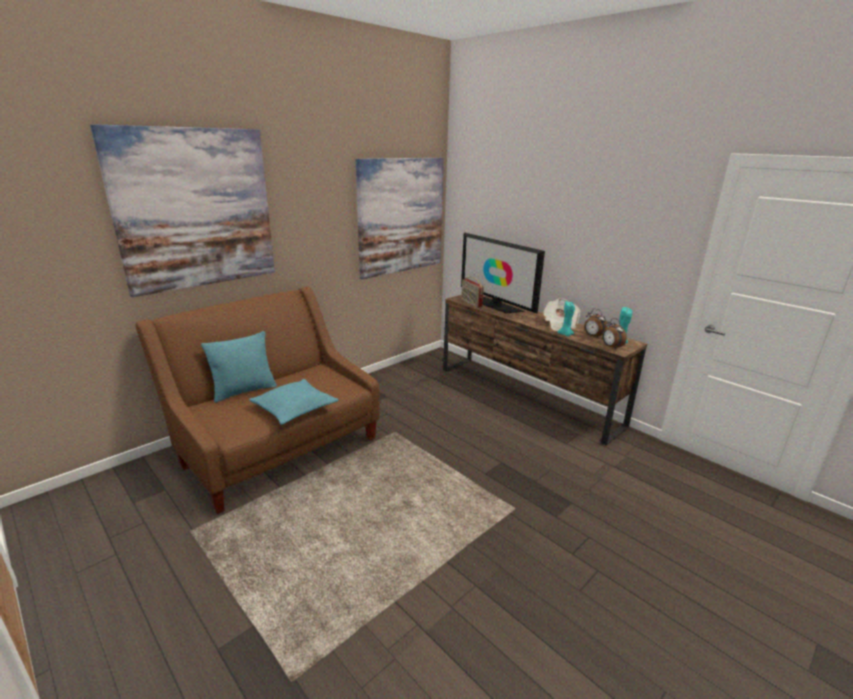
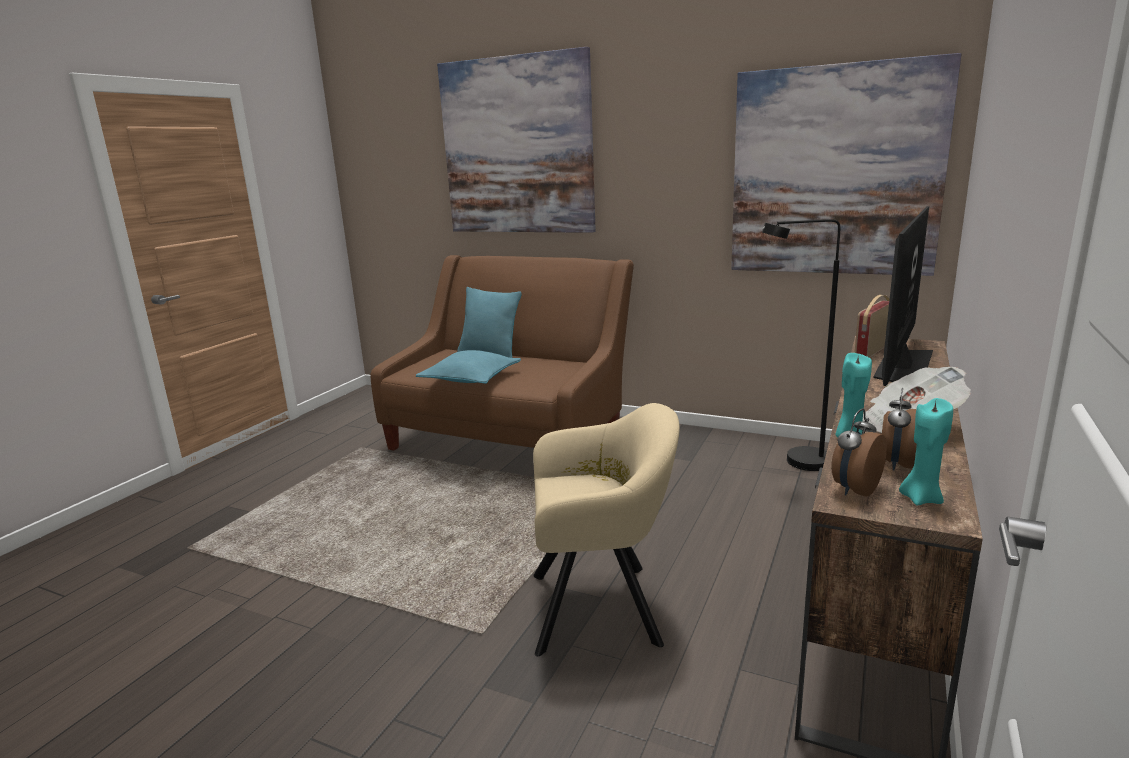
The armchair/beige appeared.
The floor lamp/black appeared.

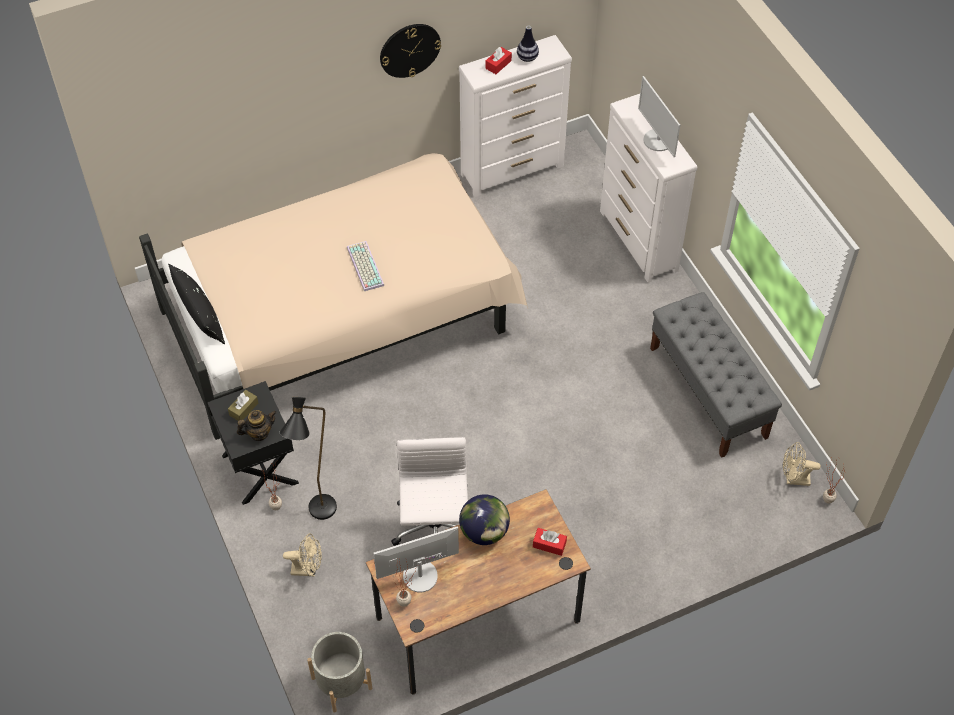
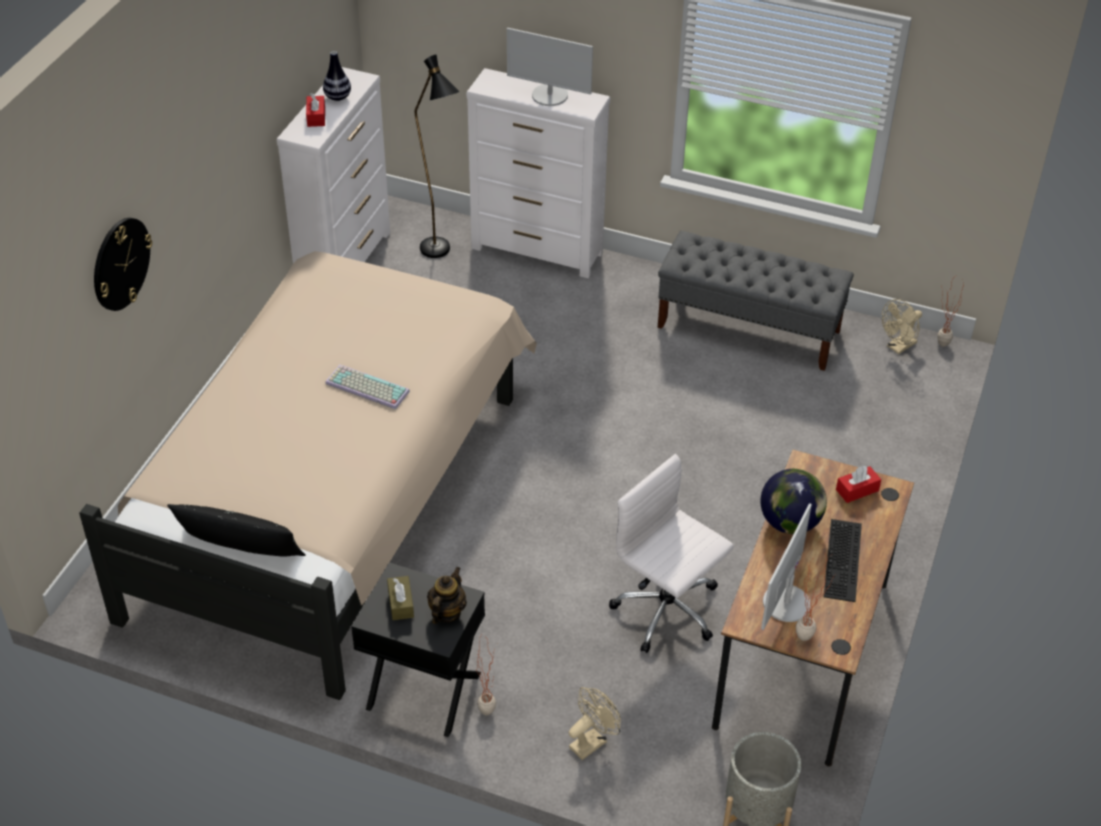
The keyboard (2nd from left) appeared.
The floor lamp/black moved.
The wall clock moved.

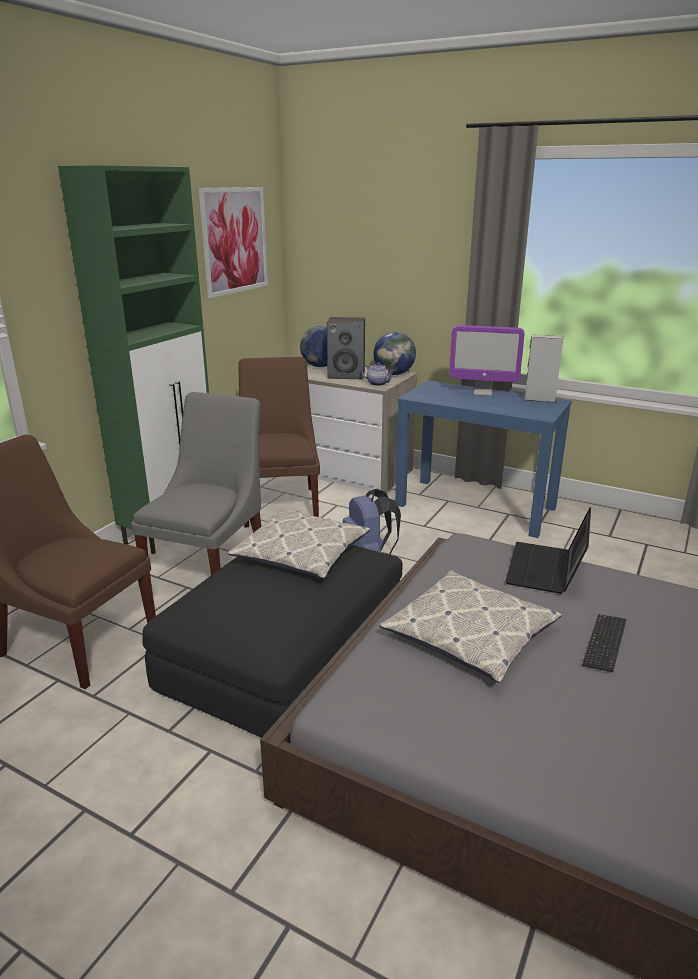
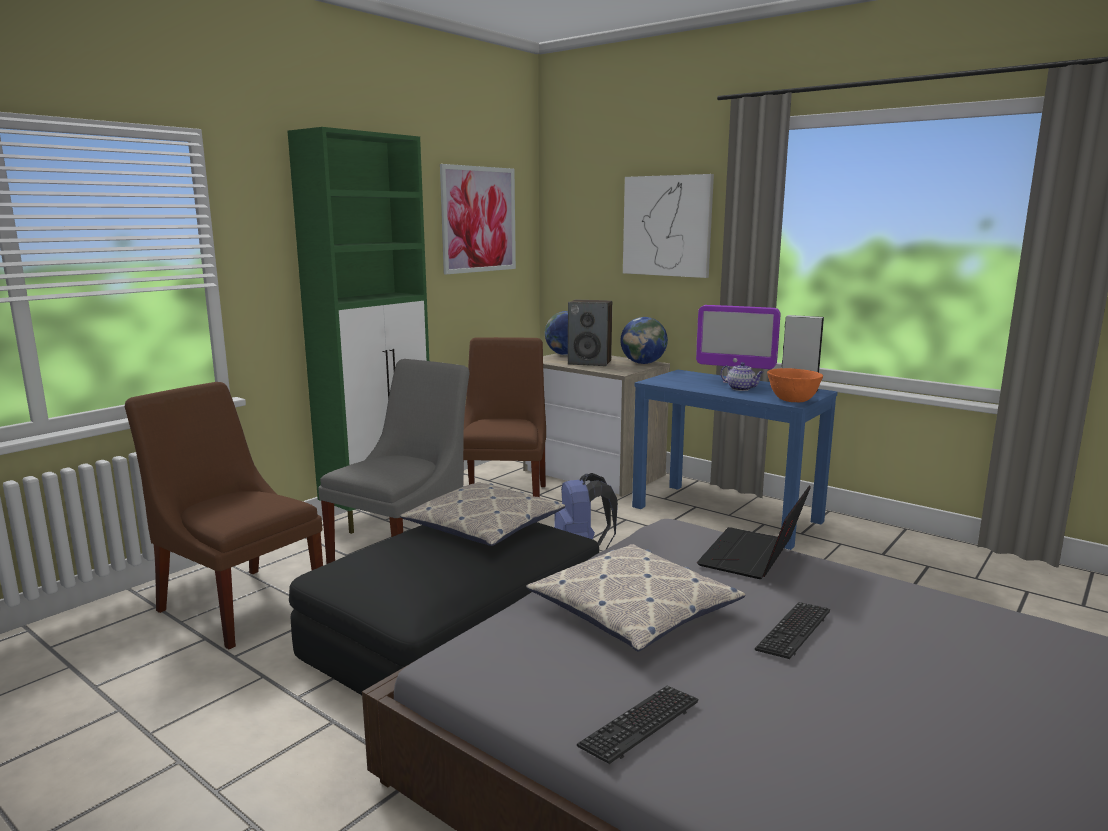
The keyboard (1st from left) appeared.
The picture (2nd from left) appeared.
The bowl/orange appeared.
The teapot moved.

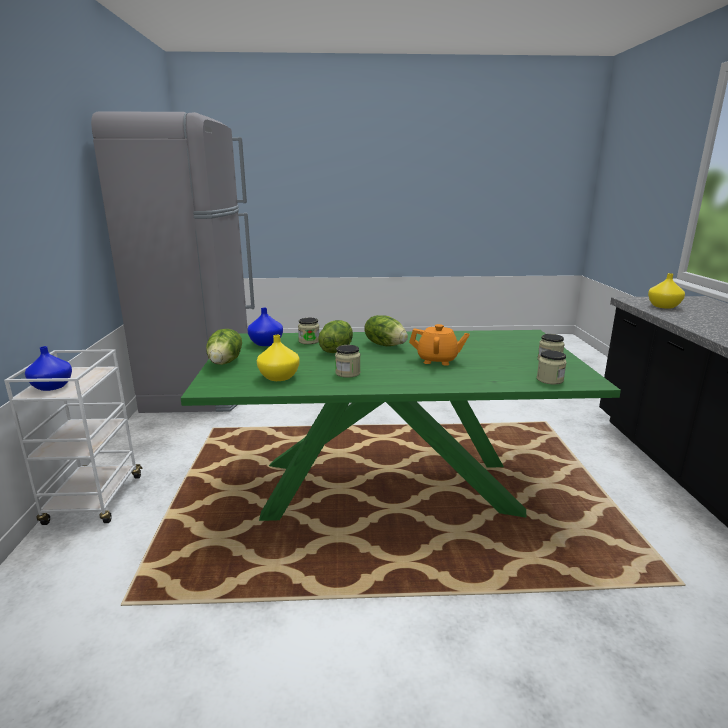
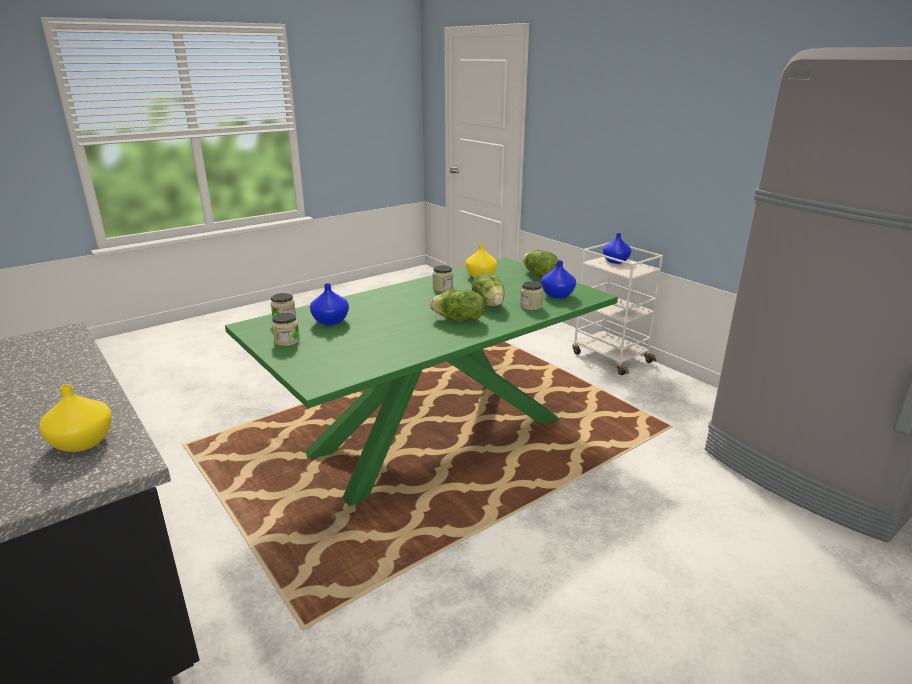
The teapot/orange disappeared.
The vase/blue (1st from left) appeared.

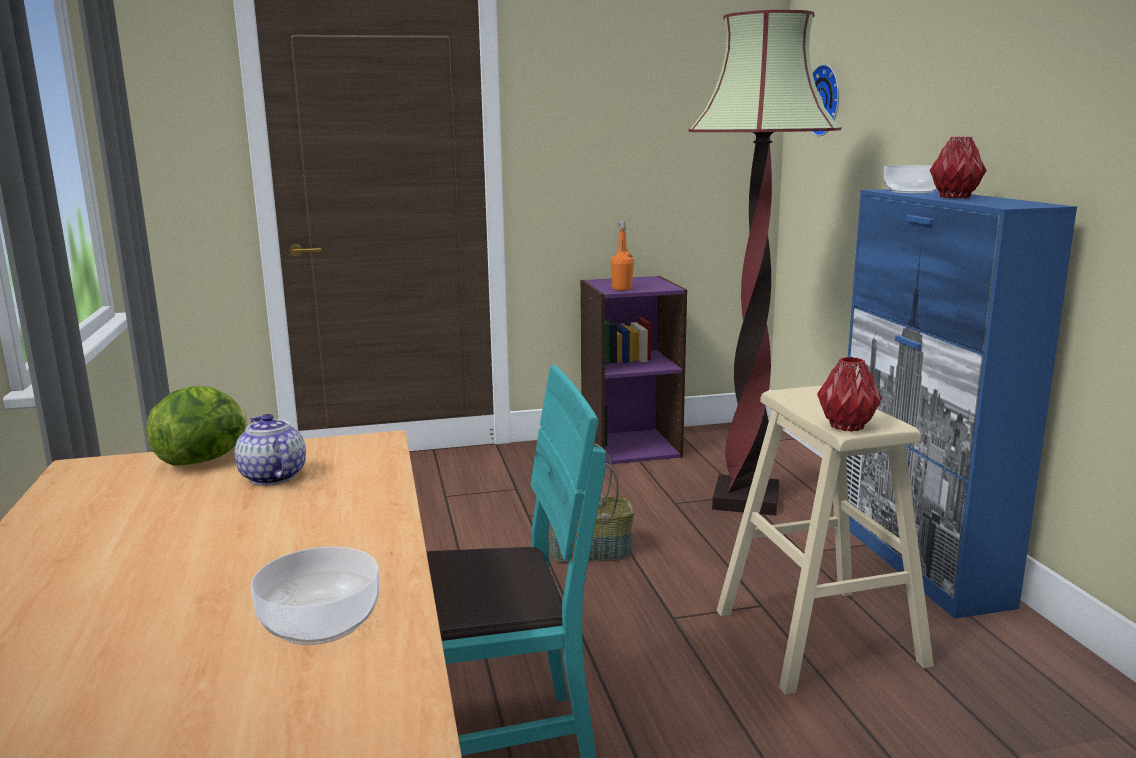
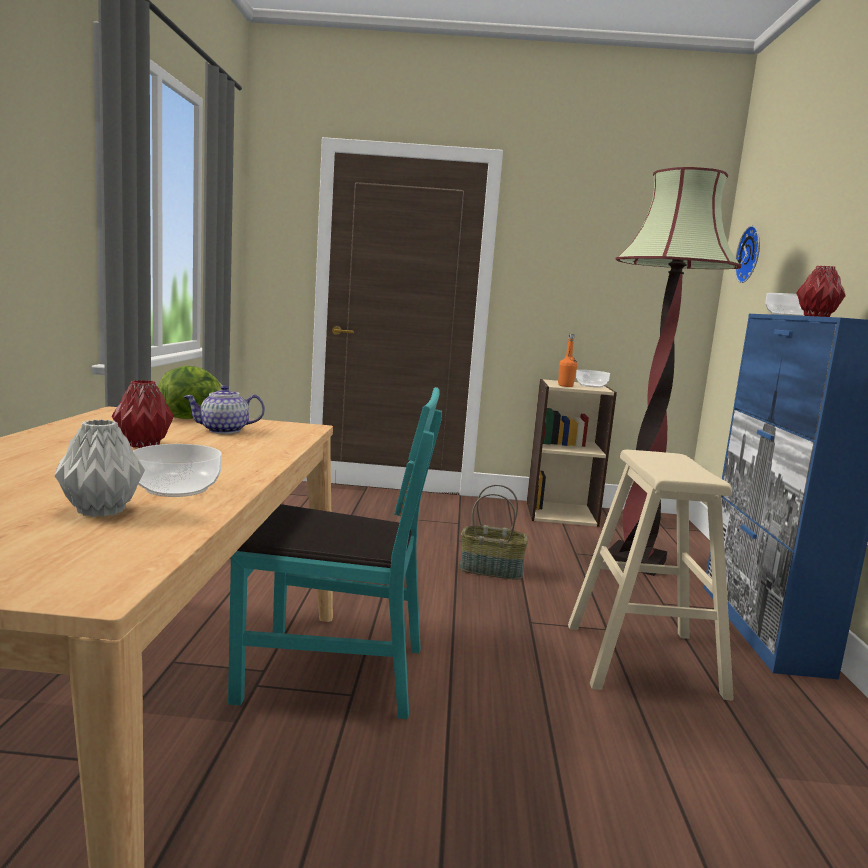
The vase/grey appeared.
The bowl (2nd from left) appeared.
The vase/red (1st from left) moved.
The bookcase/purple became the bookcase/beige.
The teapot turned 90 degrees counterclockwise.

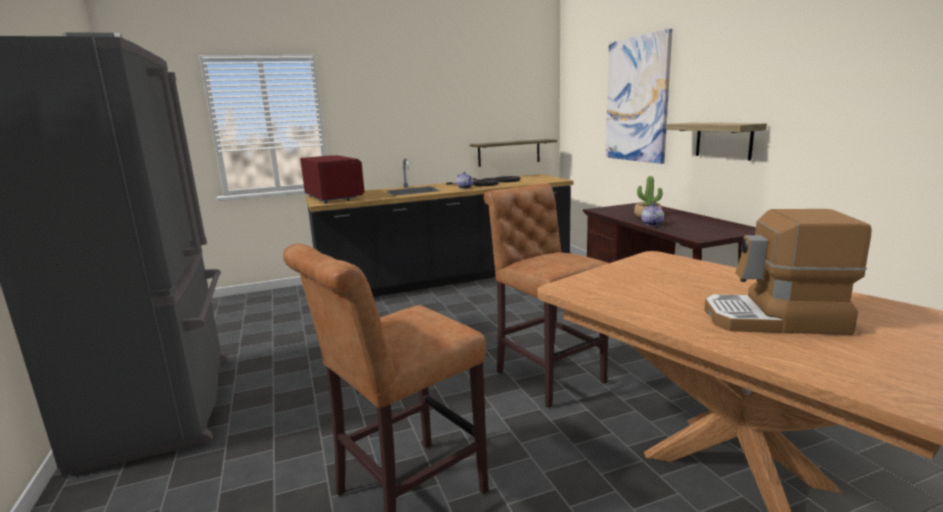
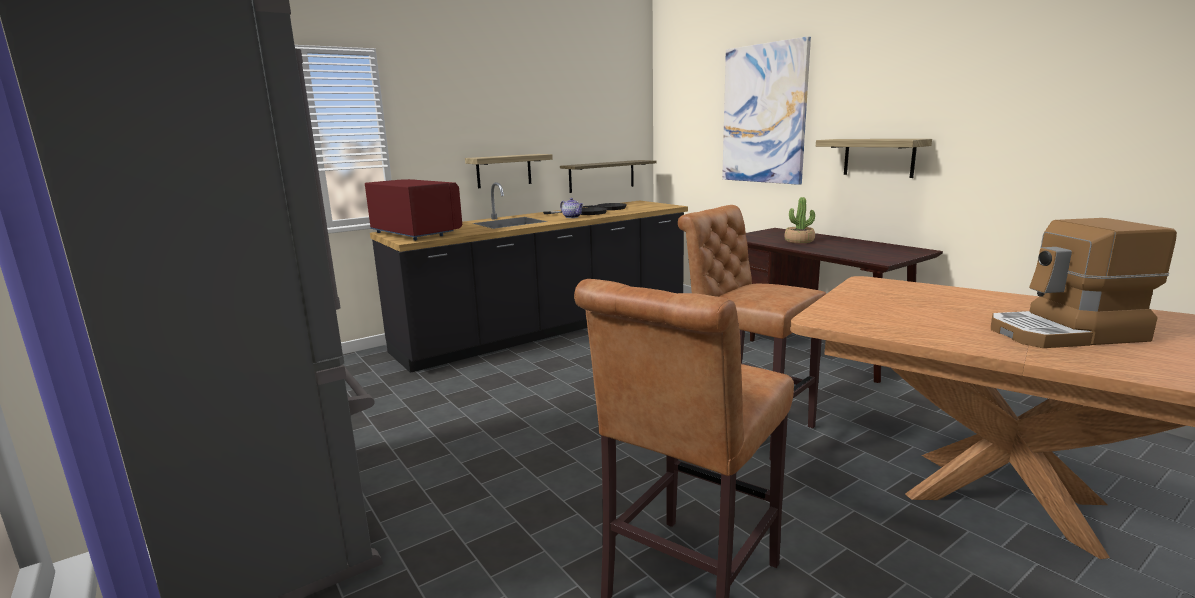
The teapot (2nd from left) disappeared.
The shelf (1st from left) appeared.

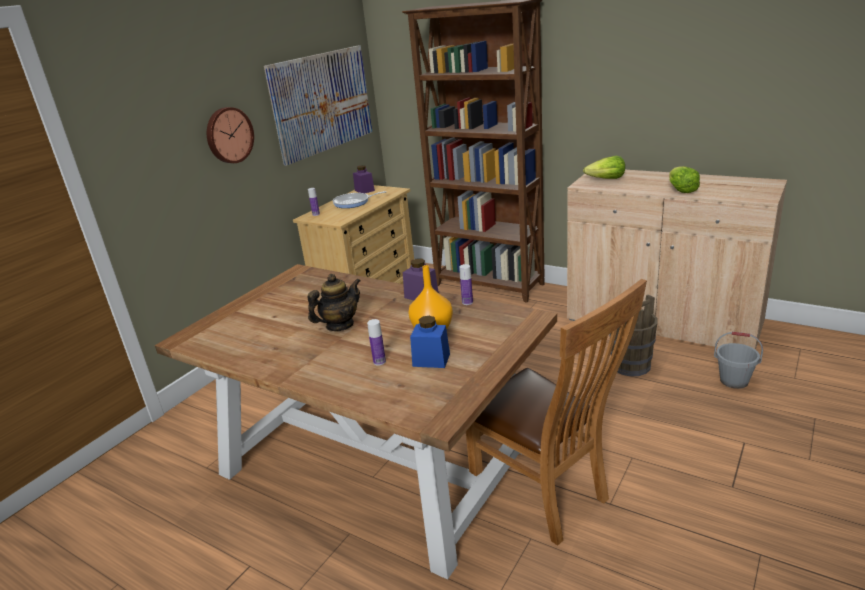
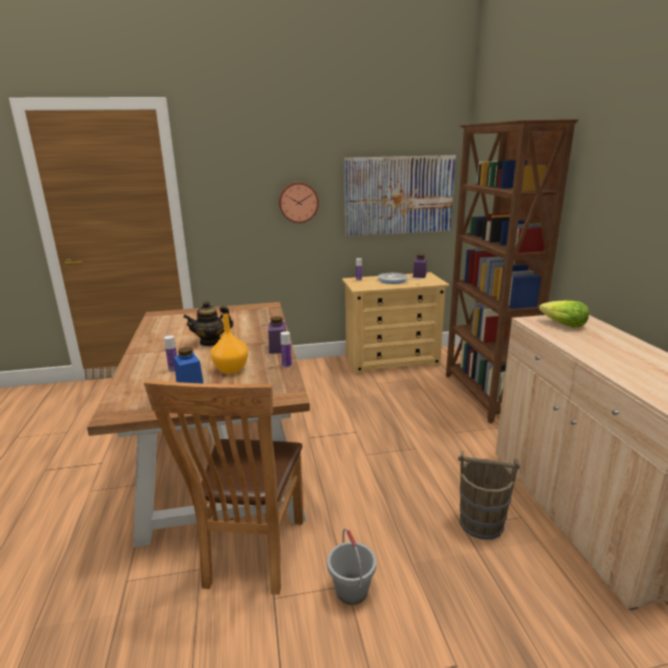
The lettuce (2nd from left) disappeared.
The bucket/grey moved.
The teapot turned 150 degrees clockwise.

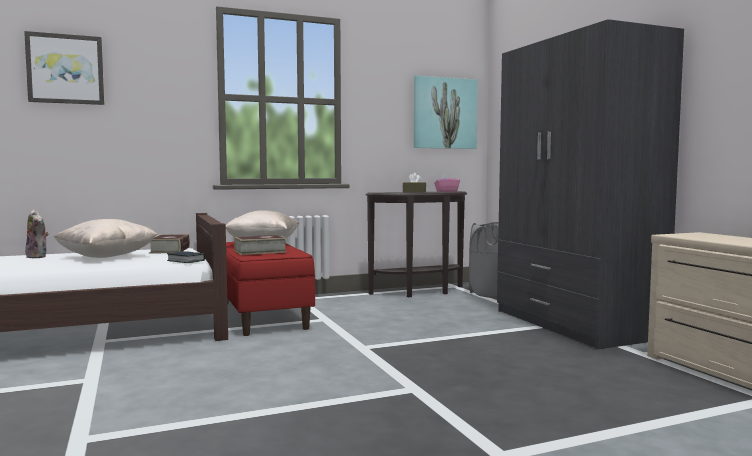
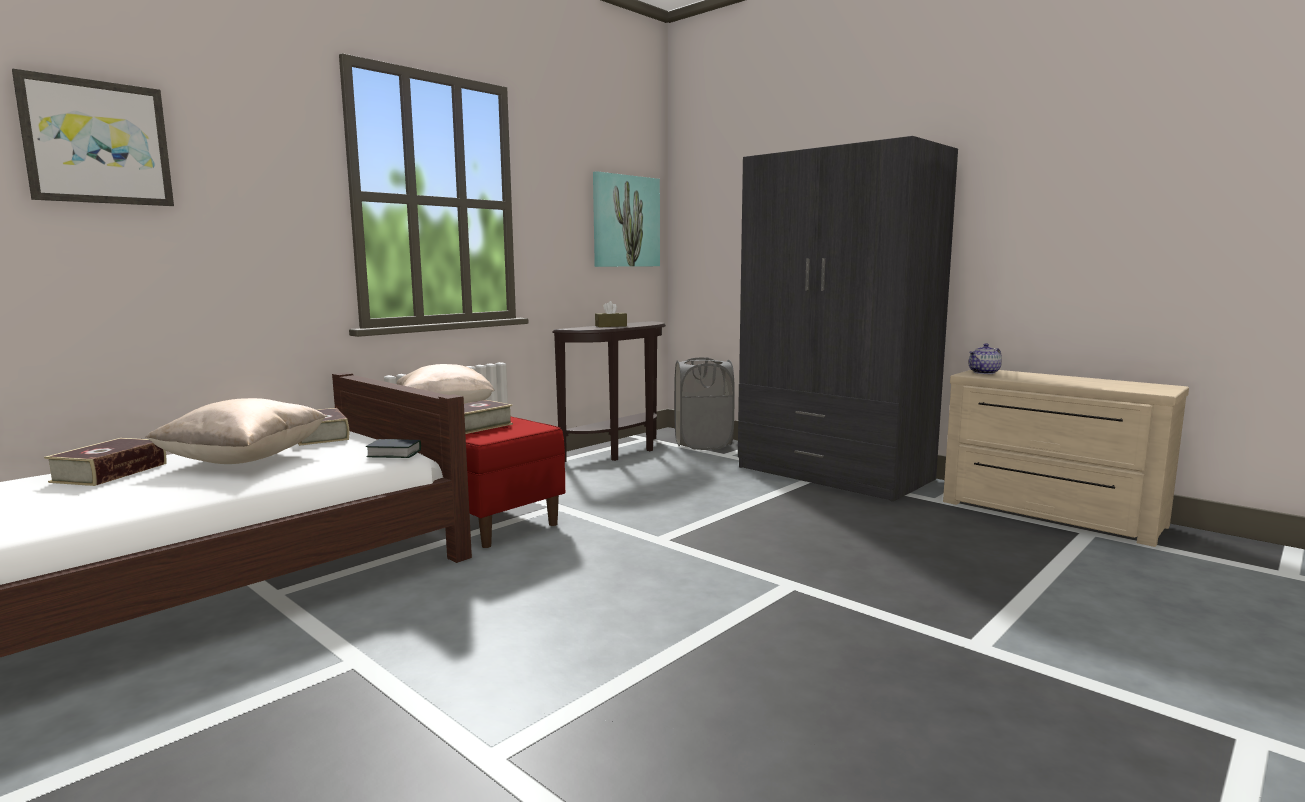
The tissue box/pink disappeared.
The teapot appeared.
The plush toy was replaced by the book (1st from left).

